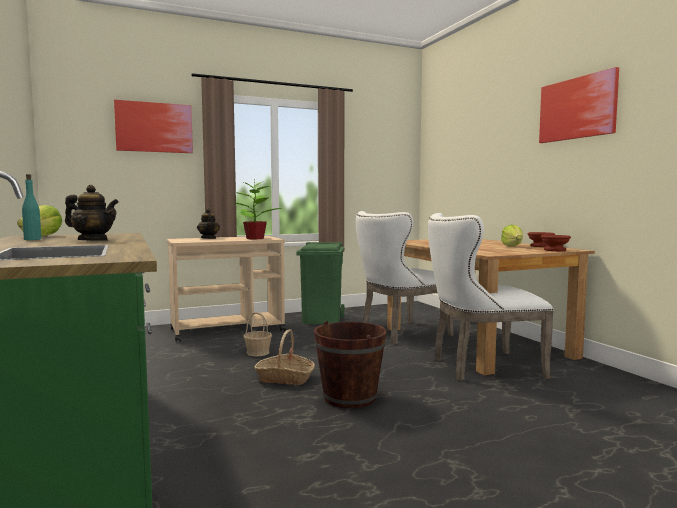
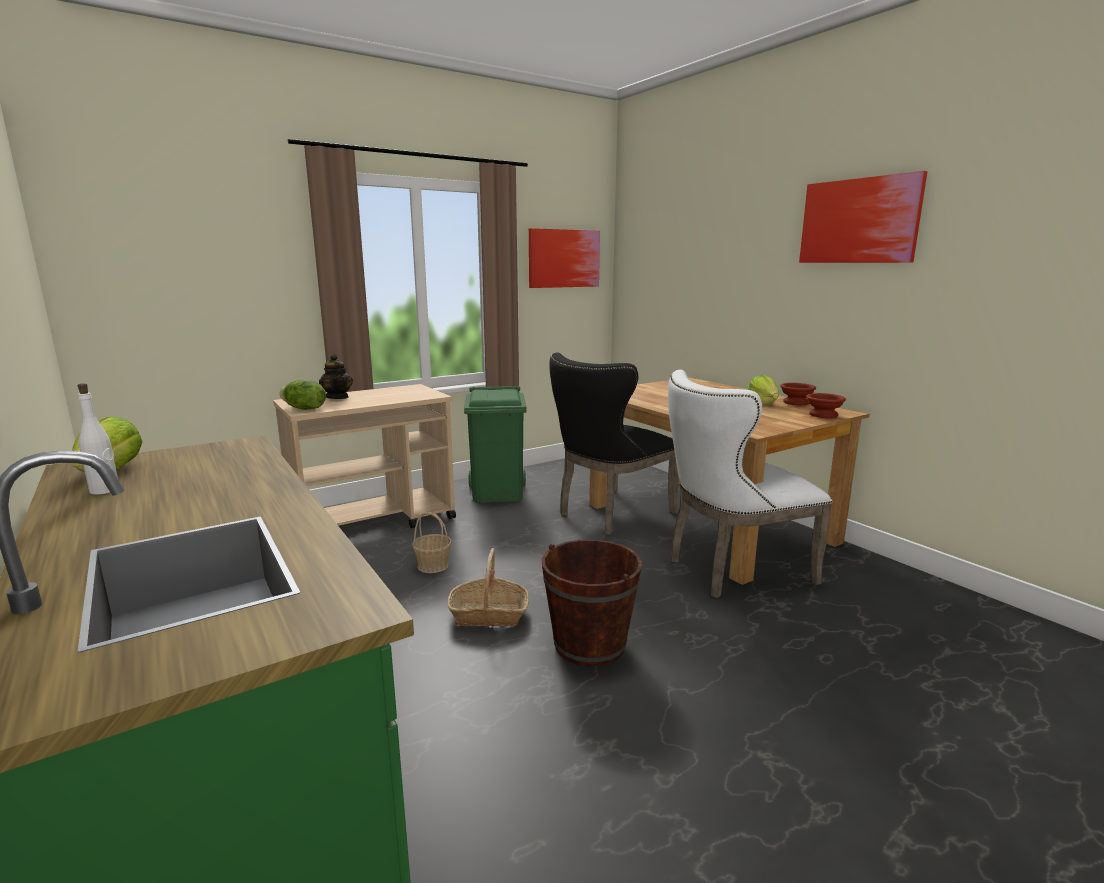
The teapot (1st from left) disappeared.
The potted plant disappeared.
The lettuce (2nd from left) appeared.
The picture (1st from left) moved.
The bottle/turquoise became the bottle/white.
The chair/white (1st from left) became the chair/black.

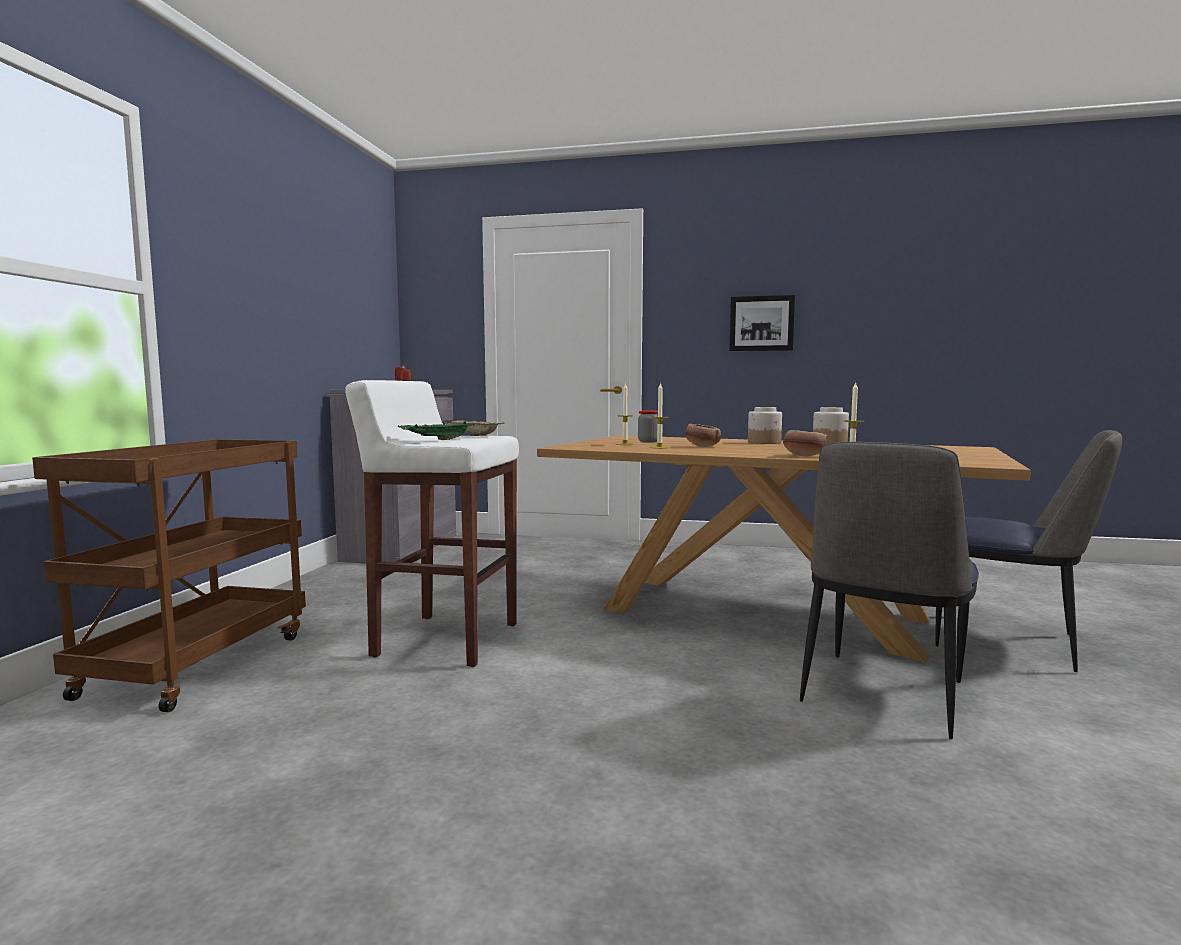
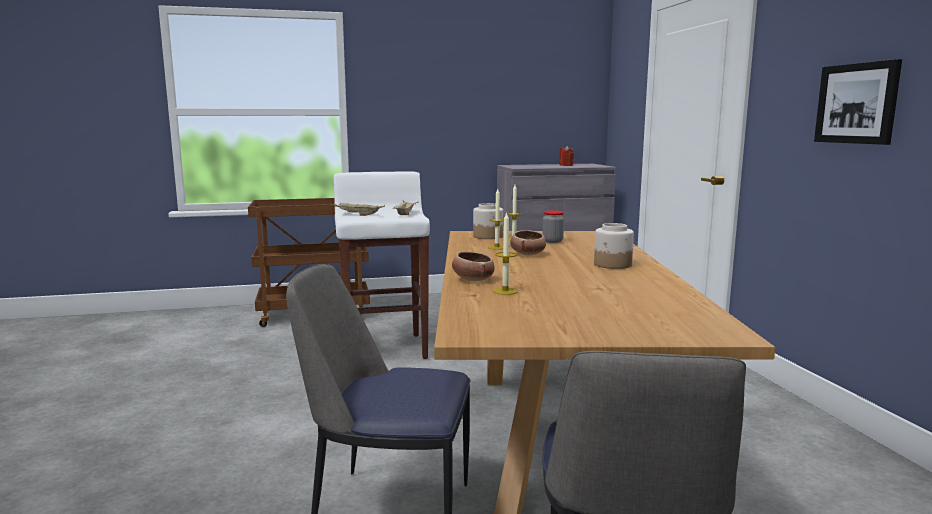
The jar (3rd from left in the first image) moved.
The tray/green became the tray/beige (1st from left).

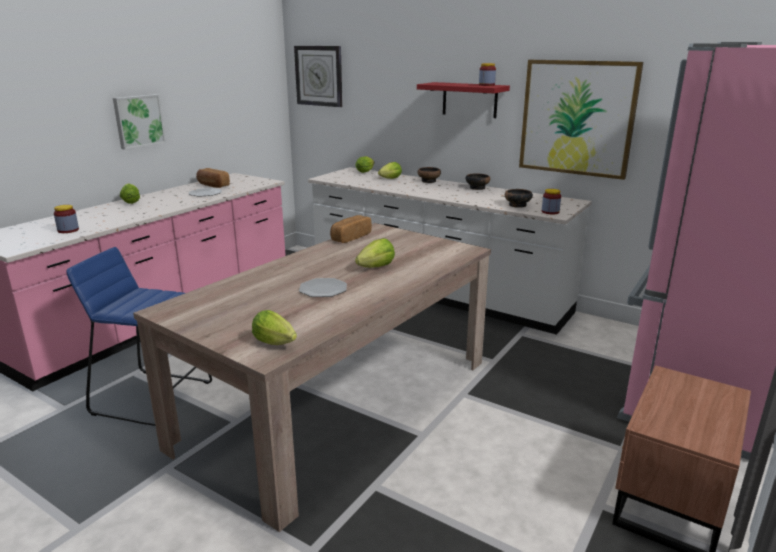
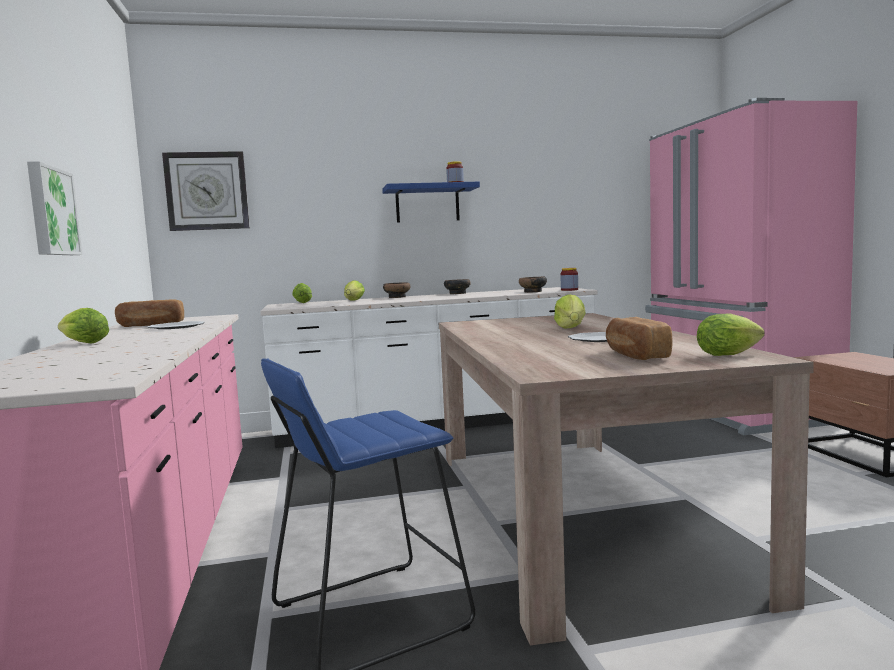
The jar (1st from left) disappeared.
The picture (2nd from left) disappeared.
The bread (2nd from left) moved.
The shelf/red became the shelf/blue.

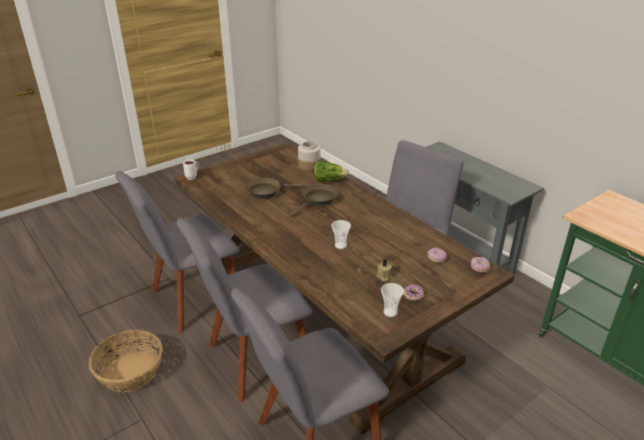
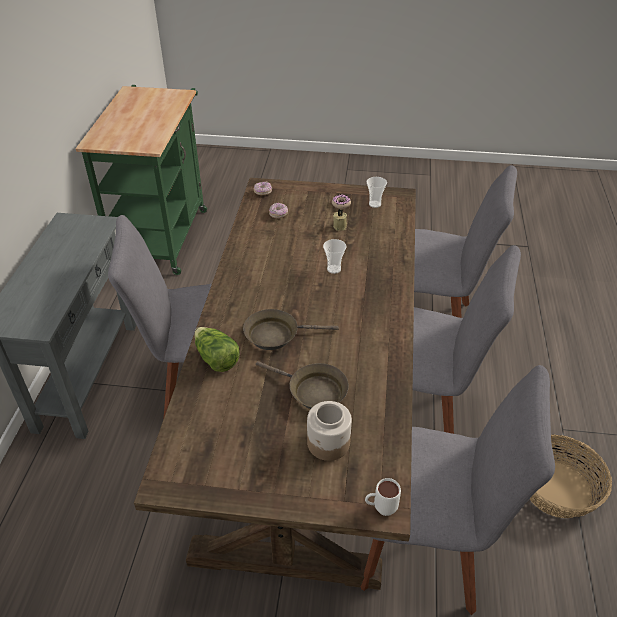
The jar moved.

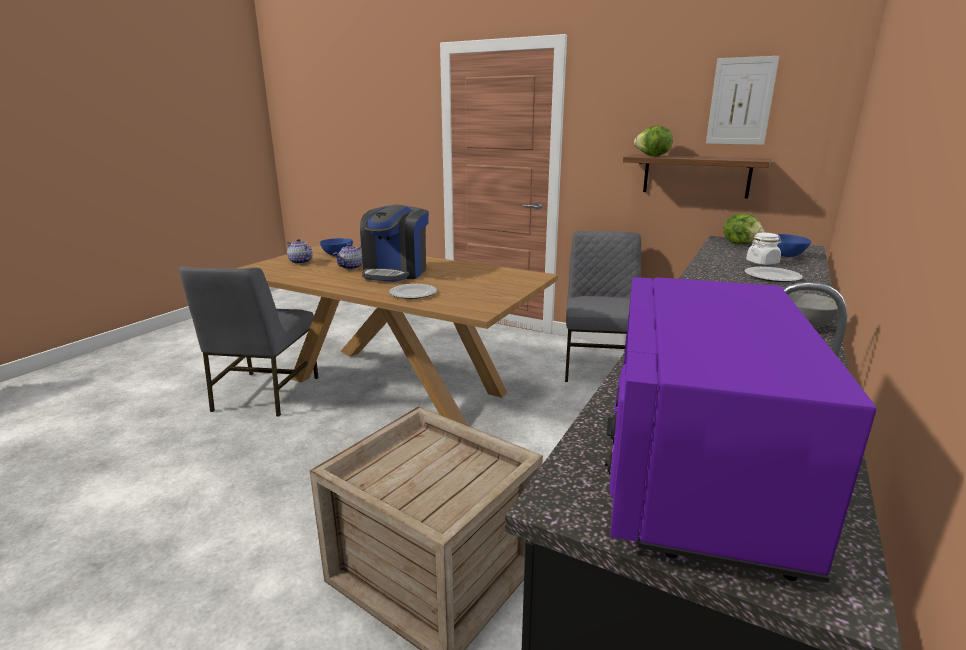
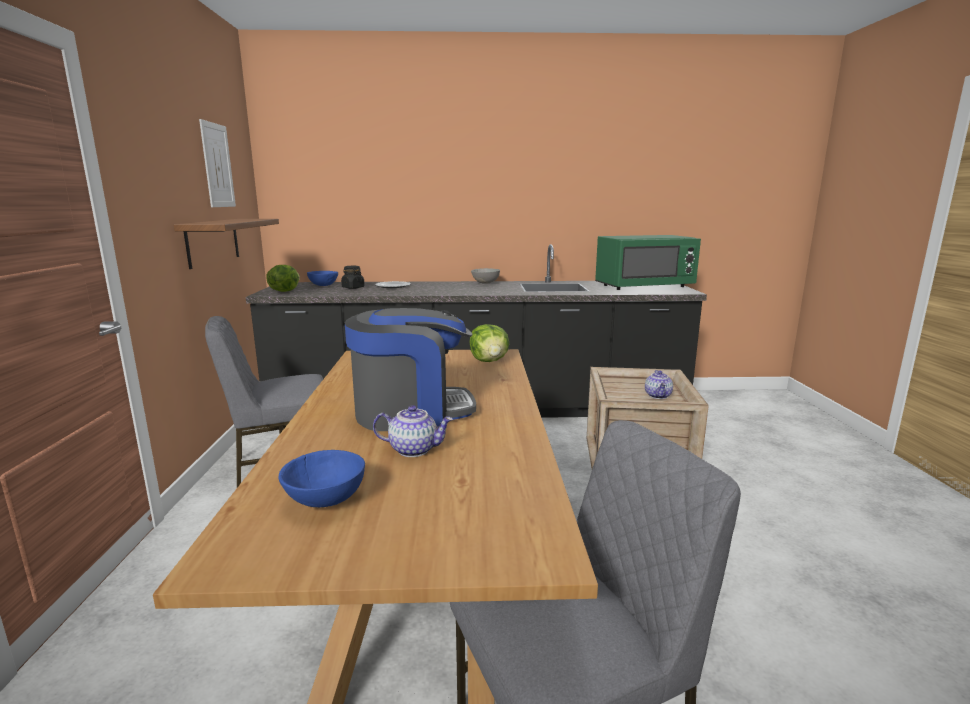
The plate (1st from left) disappeared.
The teapot (1st from left in the first image) moved.
The lettuce (1st from left in the first image) moved.
The microwave/purple became the microwave/green.
The jar/white became the jar/black.

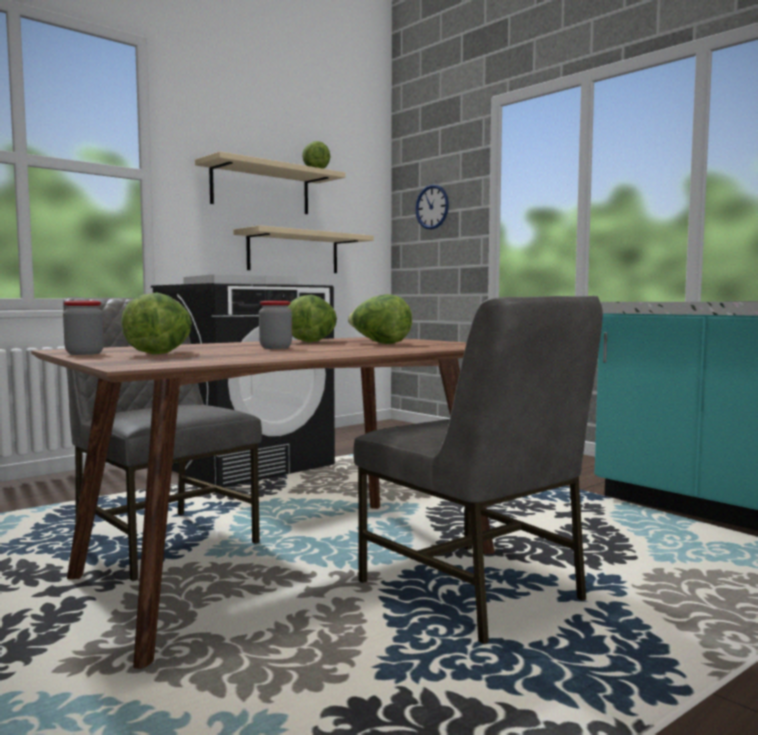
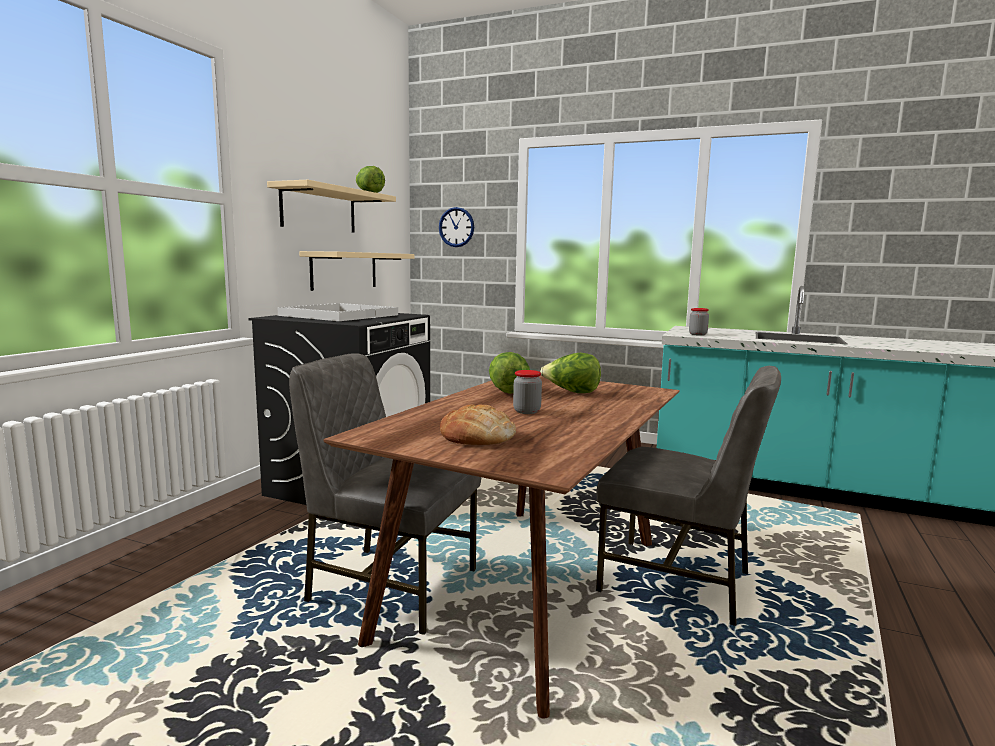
The jar (1st from left in the first image) moved.
The lettuce (1st from left) was replaced by the bread.

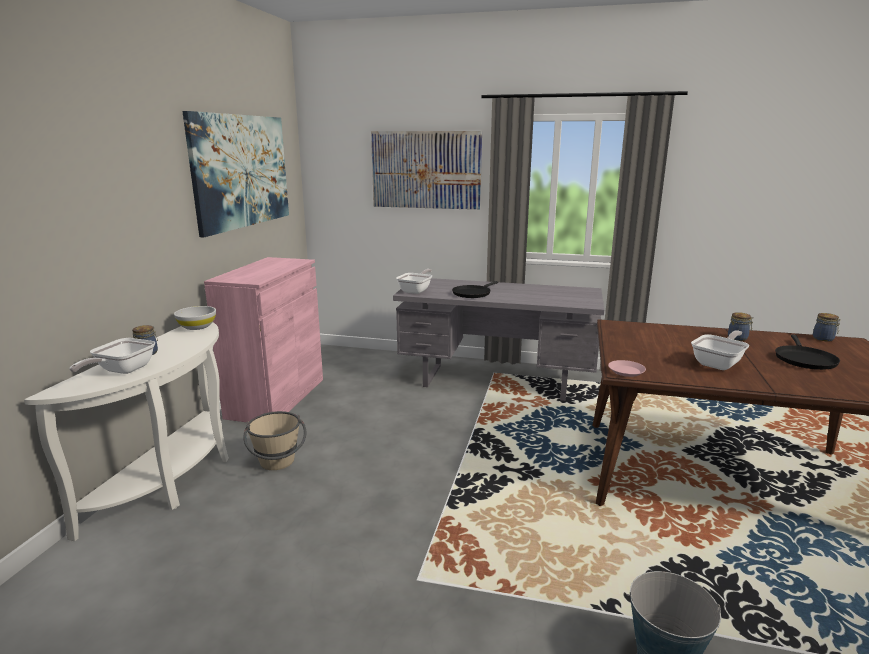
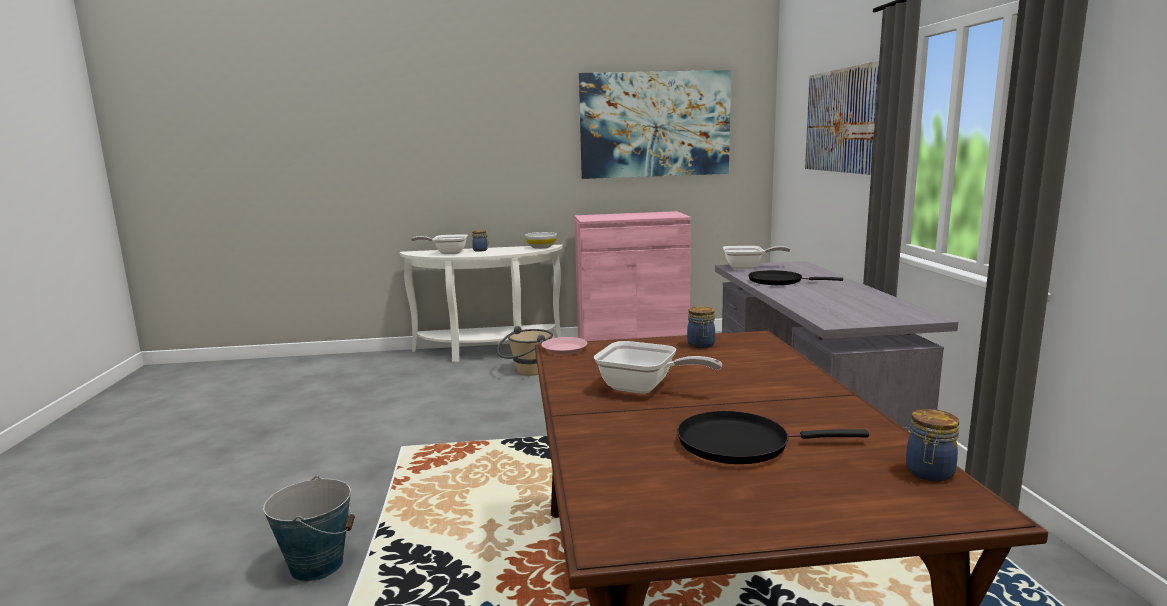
The jar (2nd from left) moved.

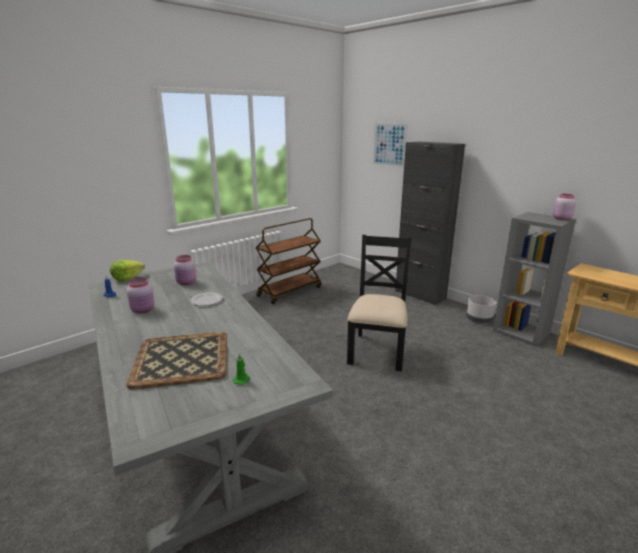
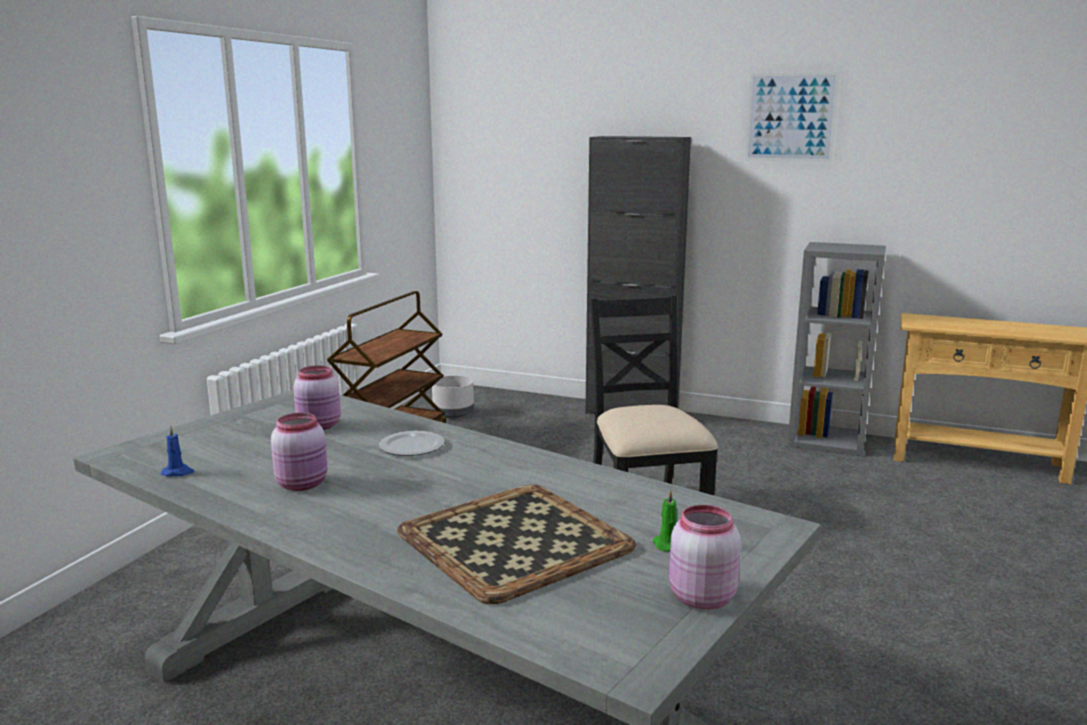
The lettuce disappeared.
The picture moved.
The planter/grey moved.
The jar/pink (3rd from left) moved.

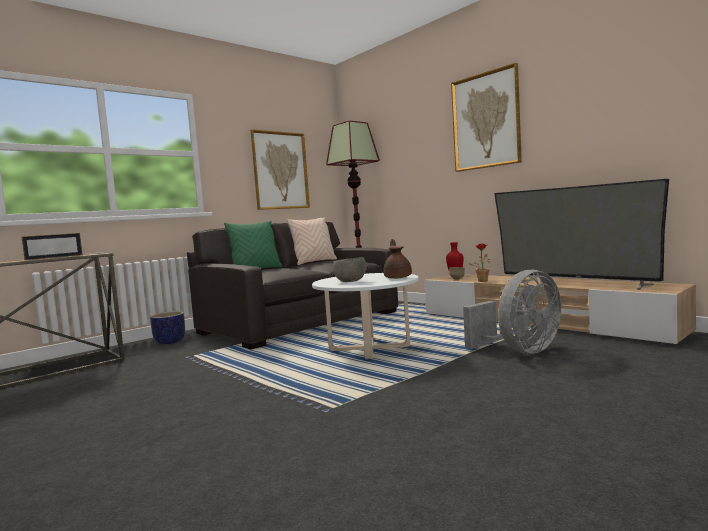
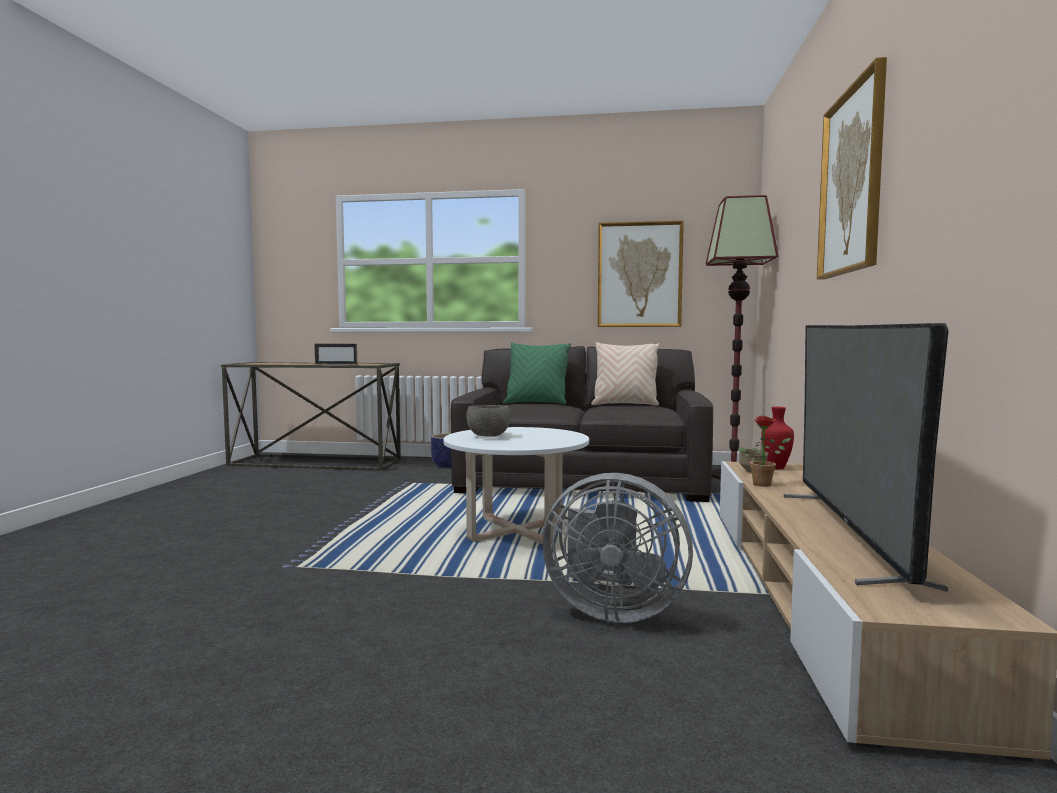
The teapot/brown disappeared.

